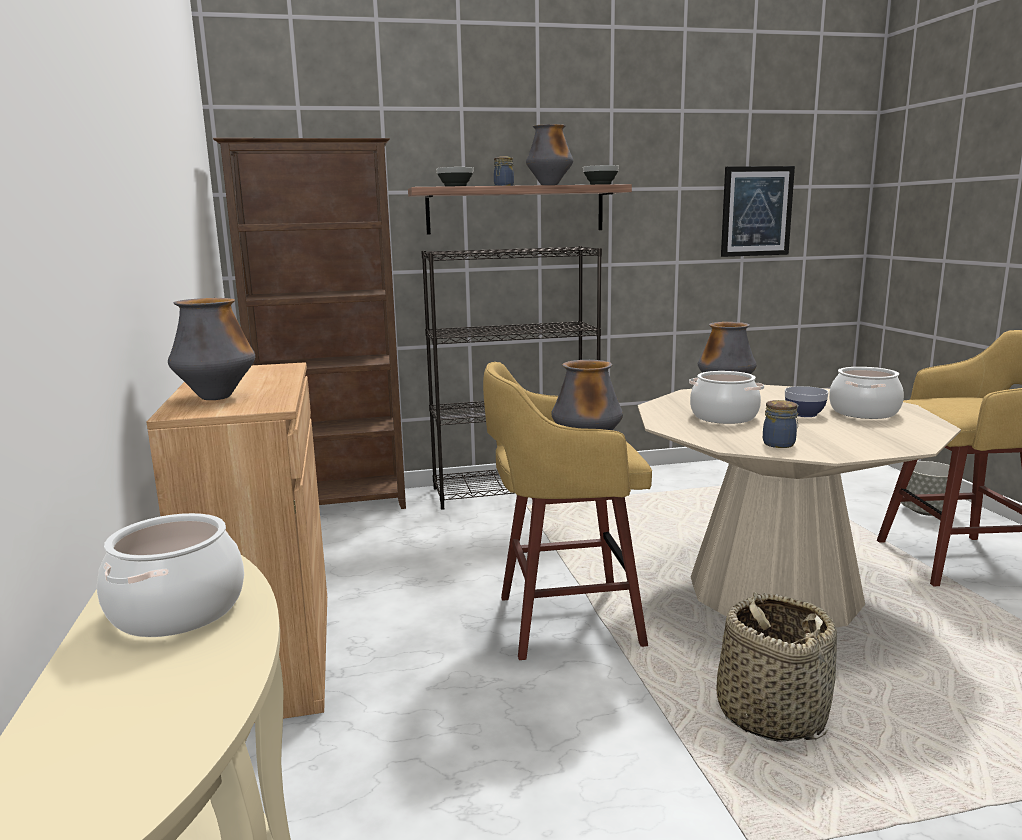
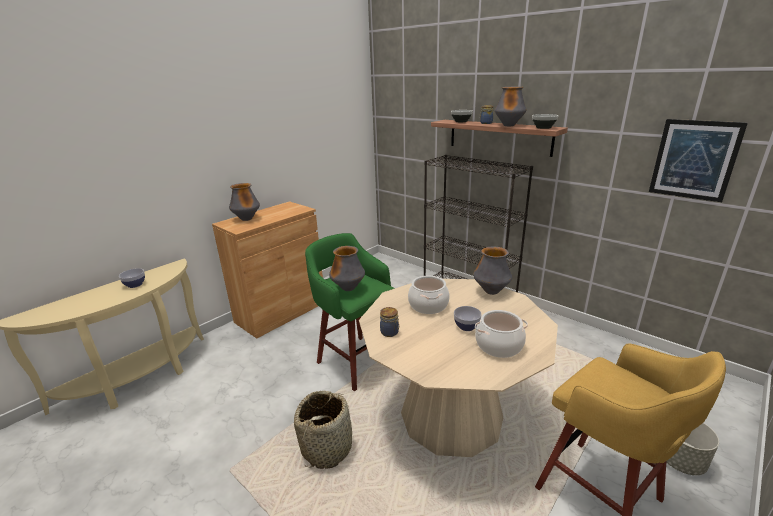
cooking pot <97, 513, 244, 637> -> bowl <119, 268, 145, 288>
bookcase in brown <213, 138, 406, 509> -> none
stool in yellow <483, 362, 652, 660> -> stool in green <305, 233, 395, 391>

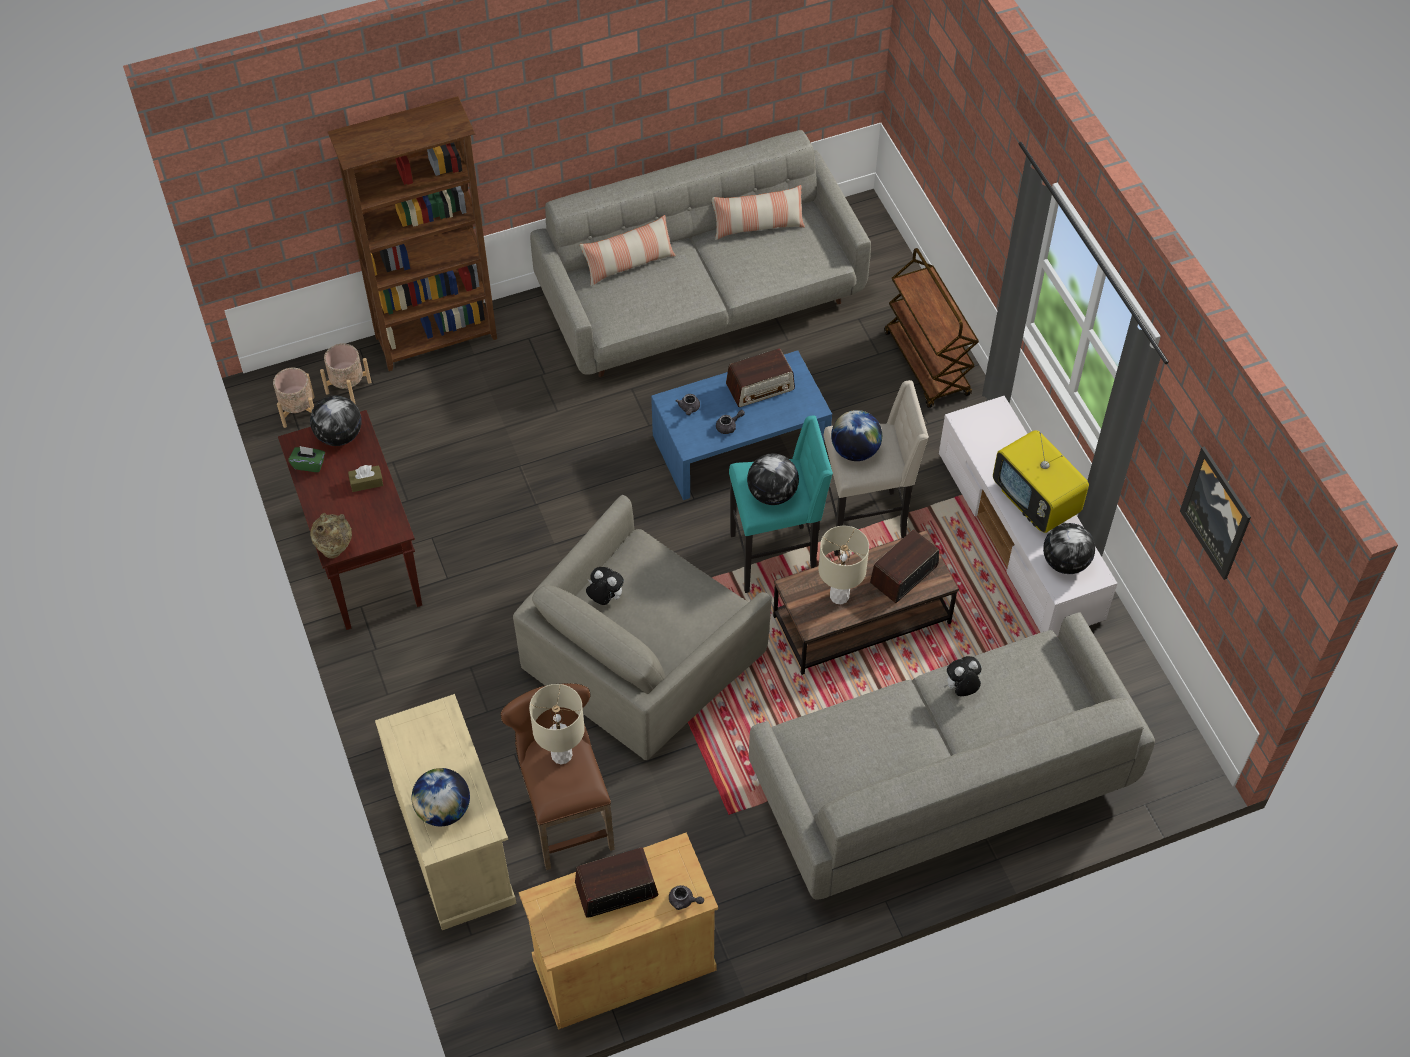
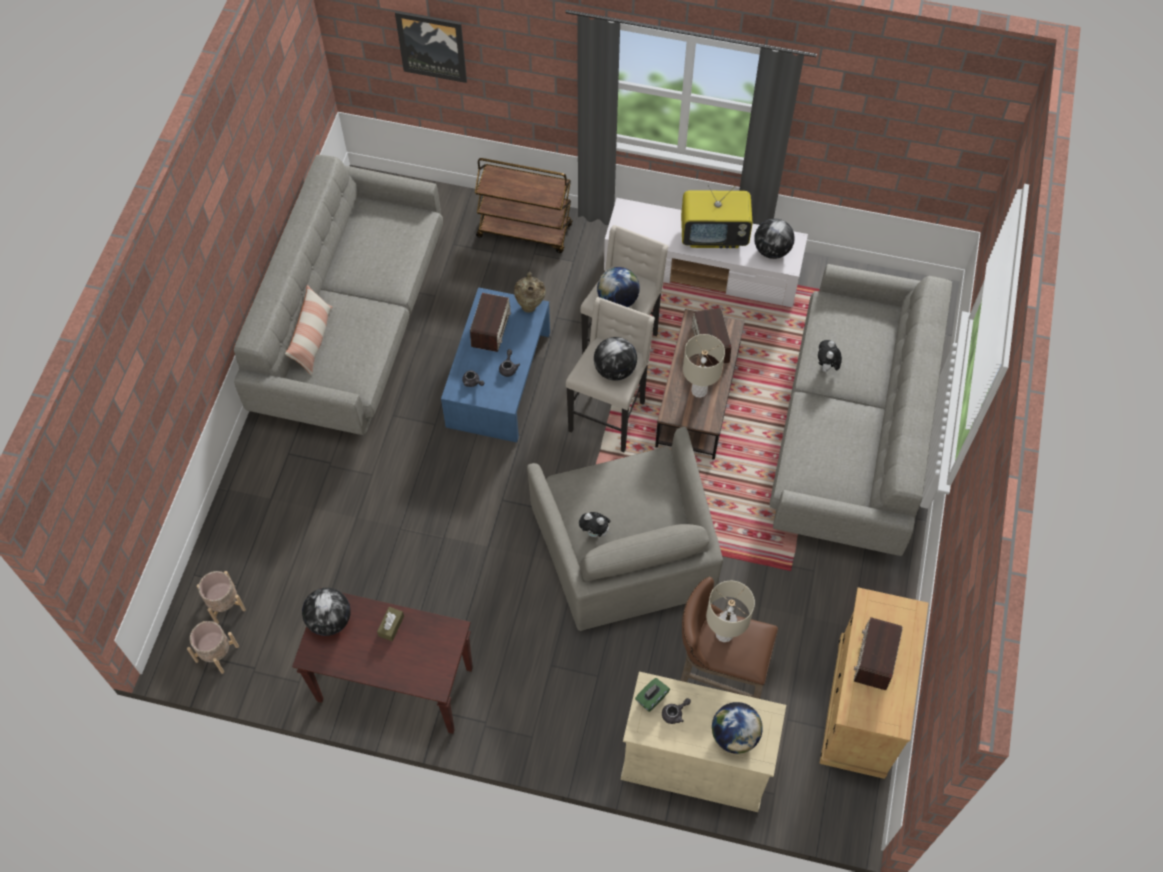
tissue box in green <288, 446, 325, 472> -> tissue box in green <635, 678, 670, 712>, relocated
vase in beige <310, 513, 352, 558> -> vase in beige <514, 272, 546, 313>, relocated
bookcase in brown <328, 96, 497, 371> -> none
plush toy <586, 567, 624, 605> -> plush toy <579, 512, 612, 538>, 135 degrees counterclockwise
teapot in grey <669, 885, 704, 910> -> teapot in grey <662, 698, 691, 724>, relocated
pillow <712, 185, 805, 240> -> none
stool in turquoise <729, 415, 833, 593> -> stool in beige <566, 297, 655, 452>
picture <1180, 447, 1251, 580> -> picture <395, 11, 467, 83>, relocated

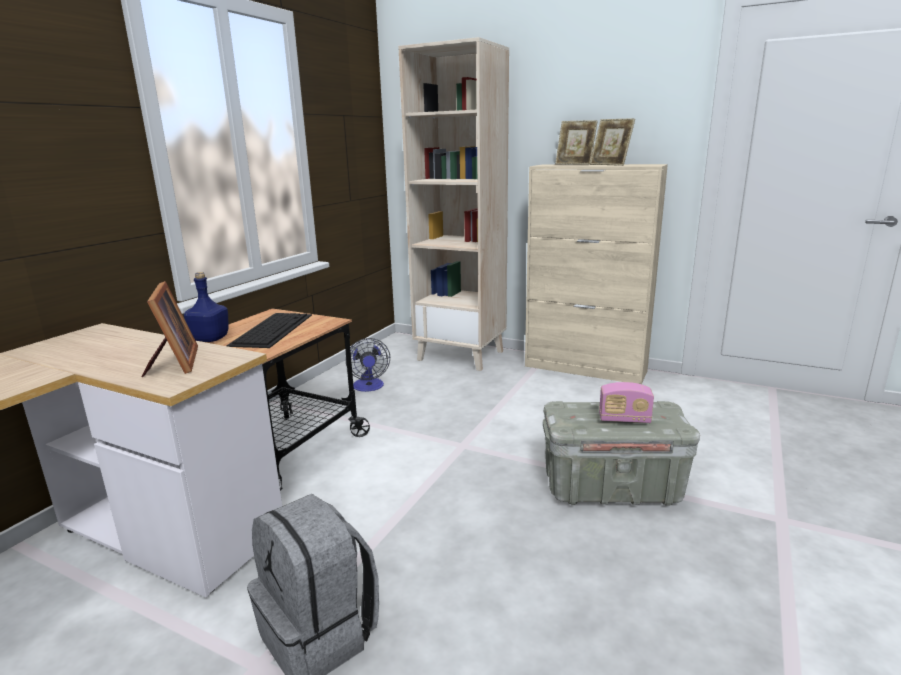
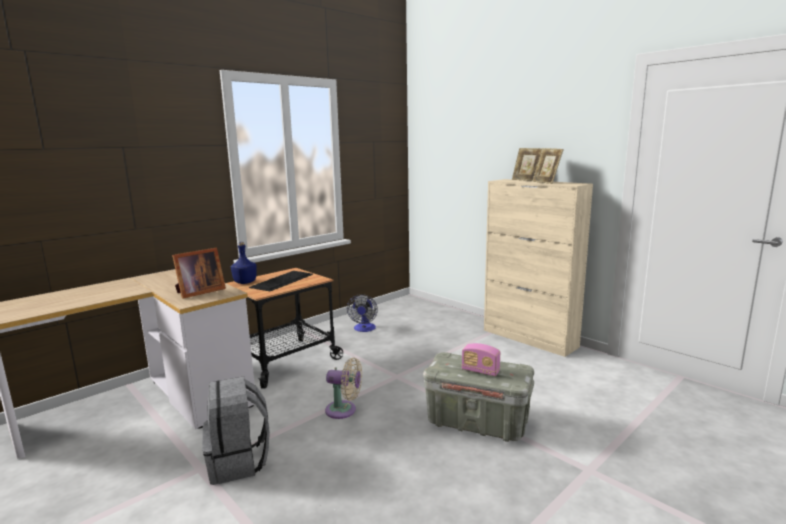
picture frame <141, 281, 198, 378> -> picture frame <172, 248, 226, 299>, 45 degrees clockwise
bookcase in beige <398, 37, 509, 371> -> none
none -> fan in beige <325, 358, 362, 419>

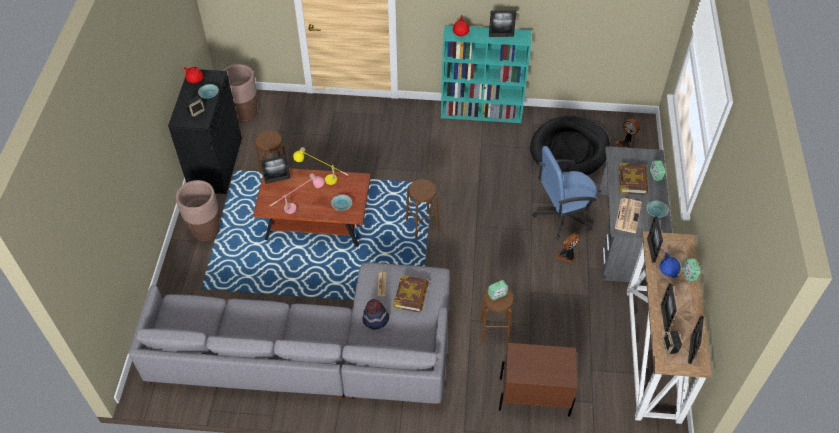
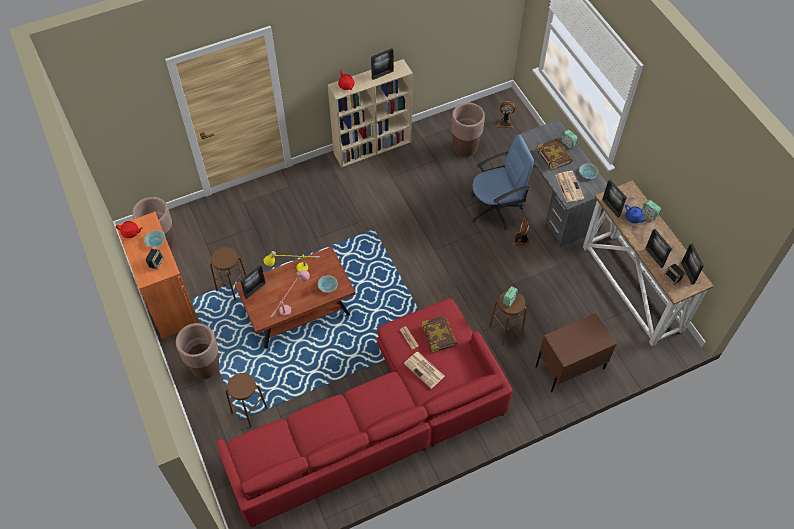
sofa in grey <128, 262, 450, 407> -> sofa in red <216, 298, 513, 528>
cabinet in black <168, 69, 242, 194> -> cabinet in orange <117, 212, 198, 339>
hat <362, 299, 389, 329> -> newspaper <404, 352, 445, 389>
stool in brown <406, 179, 439, 238> -> stool in brown <225, 373, 268, 428>, relocated
bookcase in turquoise <441, 25, 531, 123> -> bookcase in beige <328, 59, 413, 167>
dog bed in black <530, 116, 610, 176> -> planter in brown <451, 103, 485, 157>
office chair in blue <533, 146, 597, 240> -> office chair in blue <471, 135, 534, 230>, 150 degrees counterclockwise

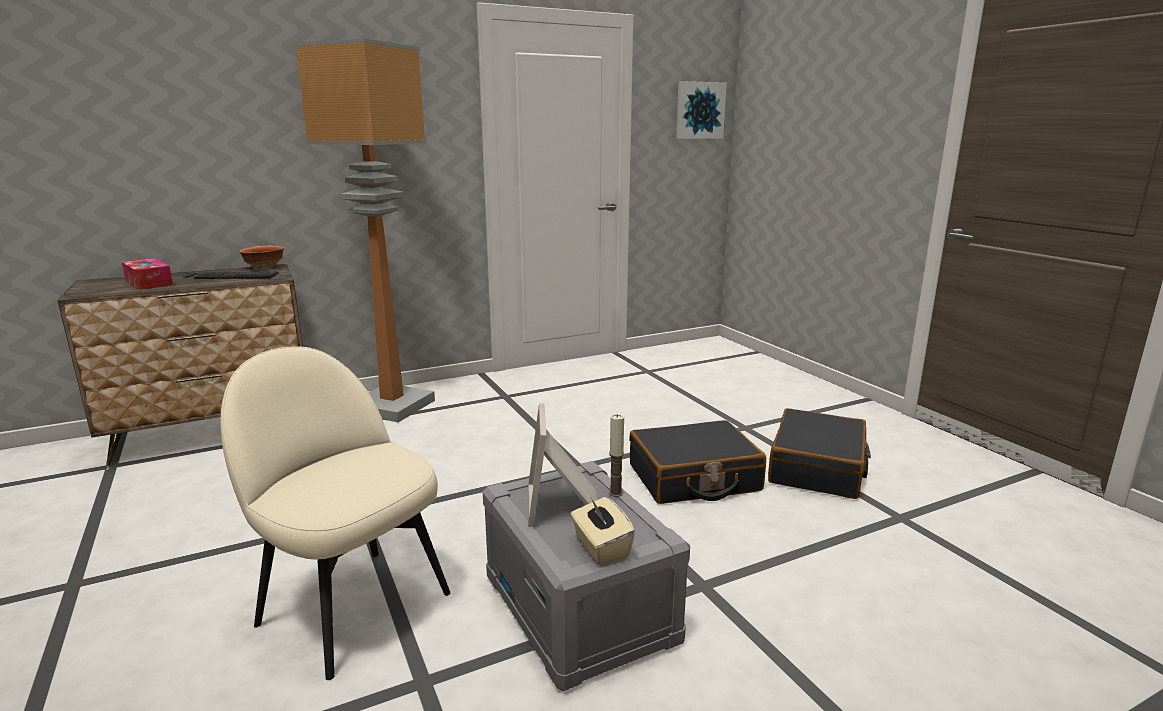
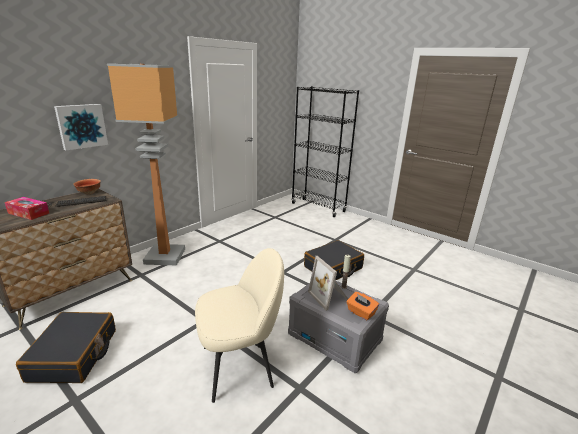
chair in beige <220, 346, 450, 680> -> chair in beige <195, 248, 284, 403>, 150 degrees clockwise
tissue box in beige <571, 496, 635, 565> -> tissue box in orange <347, 292, 379, 320>
picture <676, 81, 727, 139> -> picture <54, 104, 108, 150>, relocated
suitcase in black <768, 408, 871, 499> -> suitcase in black <16, 312, 116, 383>, relocated
none -> bookcase in black <291, 86, 359, 217>

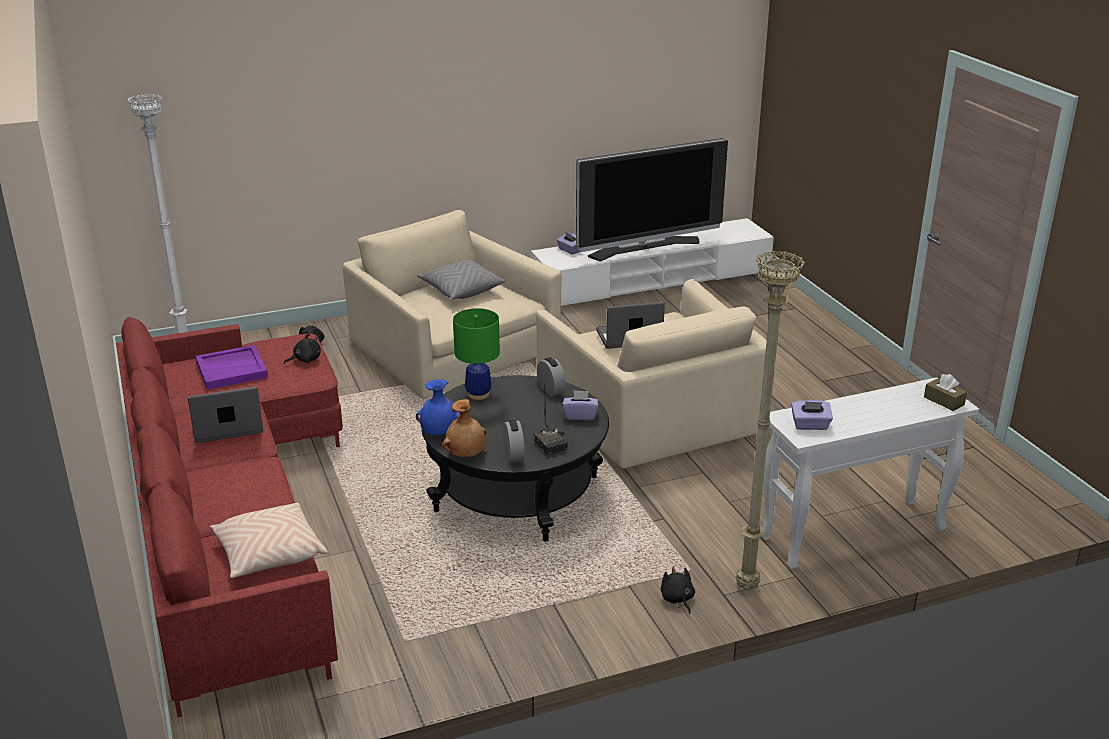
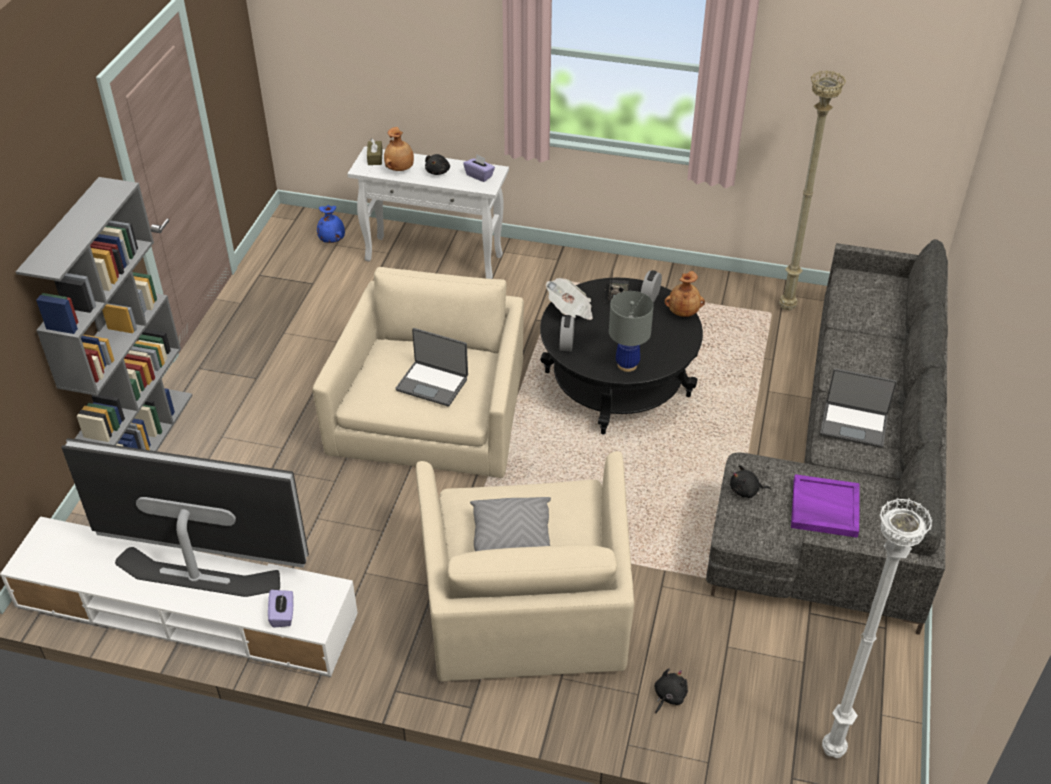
sofa in red <116, 317, 343, 717> -> sofa in grey <706, 239, 948, 635>
pillow in beige <210, 503, 328, 578> -> none
vase in blue <416, 379, 460, 435> -> vase in blue <317, 205, 345, 243>, relocated
table lamp in green <453, 308, 500, 400> -> table lamp in grey <609, 291, 654, 372>
tissue box in purple <563, 390, 598, 420> -> newspaper <546, 278, 593, 320>
plush toy in black <661, 567, 695, 614> -> plush toy in black <425, 154, 450, 175>, relocated
floor lamp in beige <736, 250, 805, 590> -> floor lamp in beige <779, 71, 846, 310>, relocated
none -> bookcase in grey <16, 177, 193, 451>
none -> vase in brown <384, 127, 414, 171>

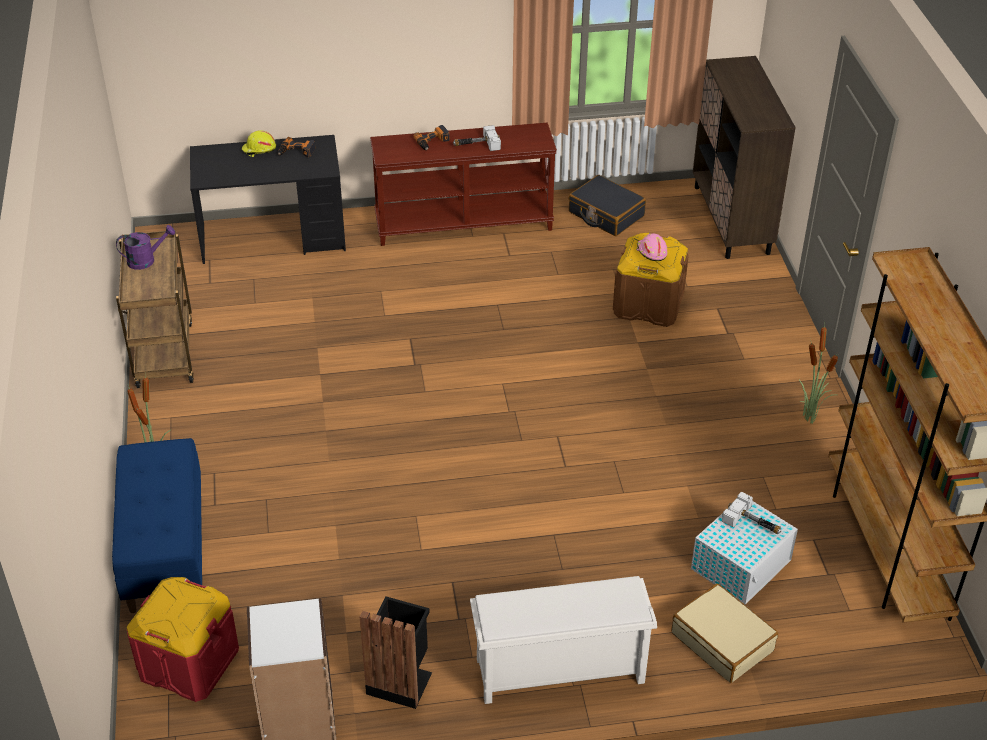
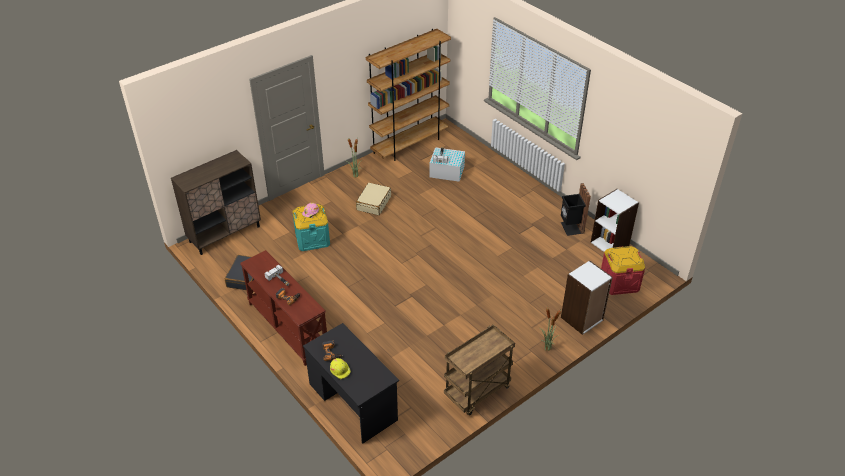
bench in blue <112, 438, 202, 613> -> bookcase in white <561, 260, 613, 335>
watering can in purple <116, 225, 175, 270> -> none
shoe rack in white <470, 576, 657, 704> -> none
storage box in brown <613, 233, 689, 327> -> storage box in turquoise <292, 204, 330, 251>
suitcase in beige <671, 583, 778, 683> -> suitcase in beige <356, 183, 391, 215>, relocated

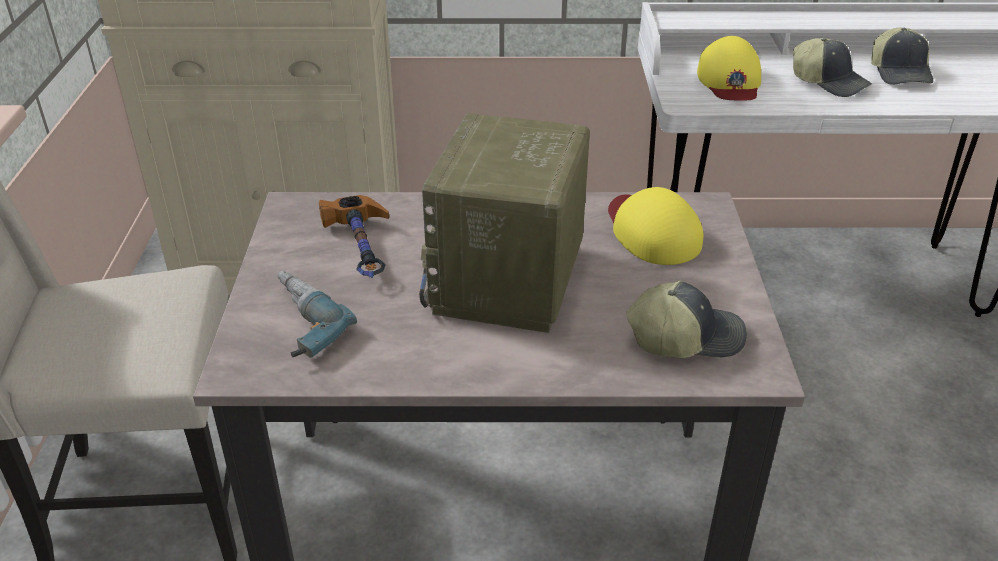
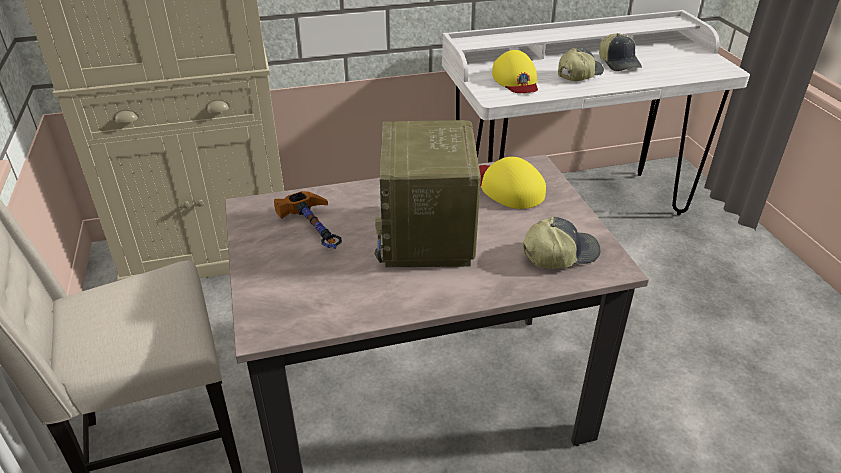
power drill <278, 271, 357, 358> -> none
cap <793, 38, 872, 97> -> cap <558, 48, 604, 81>, 75 degrees counterclockwise

